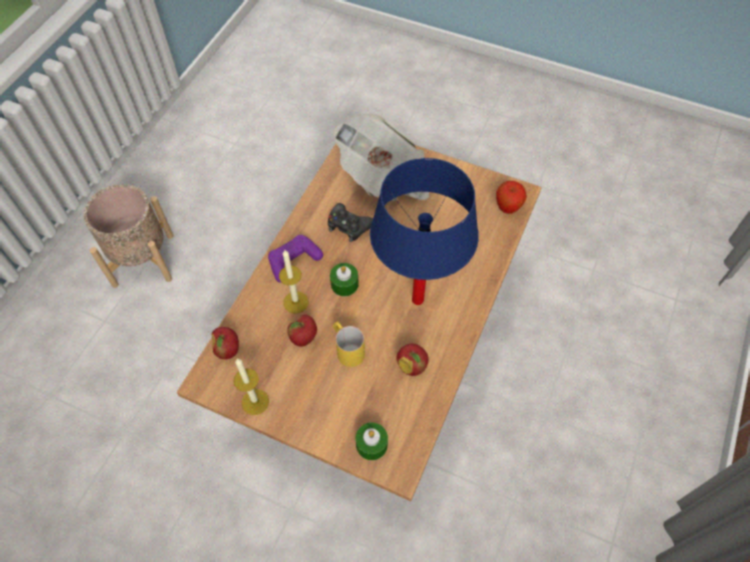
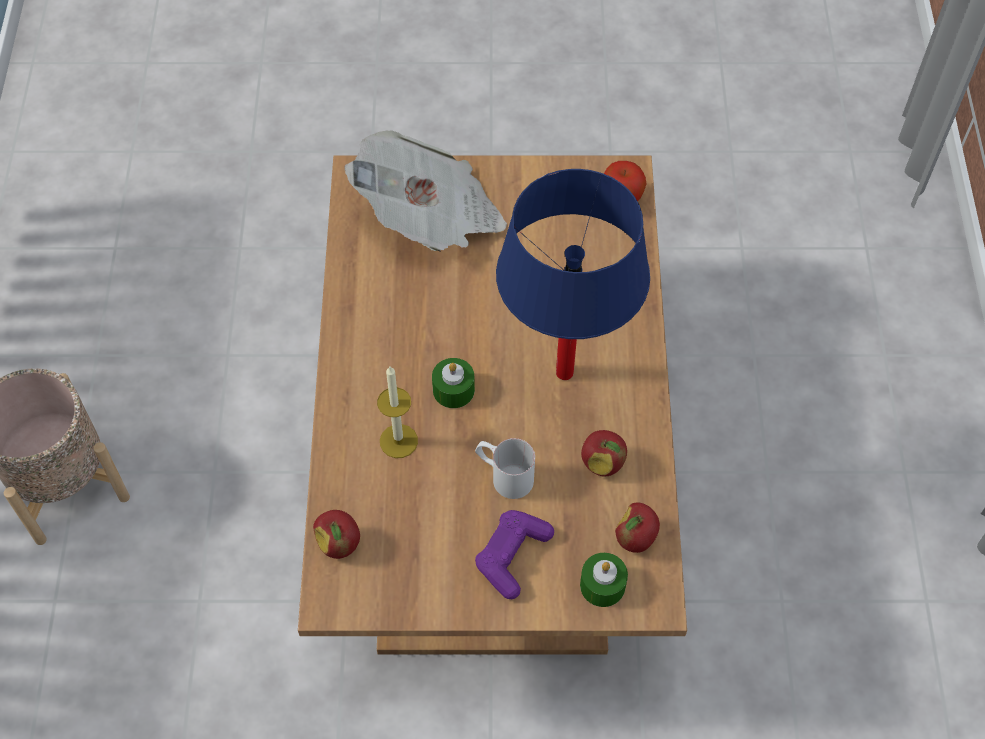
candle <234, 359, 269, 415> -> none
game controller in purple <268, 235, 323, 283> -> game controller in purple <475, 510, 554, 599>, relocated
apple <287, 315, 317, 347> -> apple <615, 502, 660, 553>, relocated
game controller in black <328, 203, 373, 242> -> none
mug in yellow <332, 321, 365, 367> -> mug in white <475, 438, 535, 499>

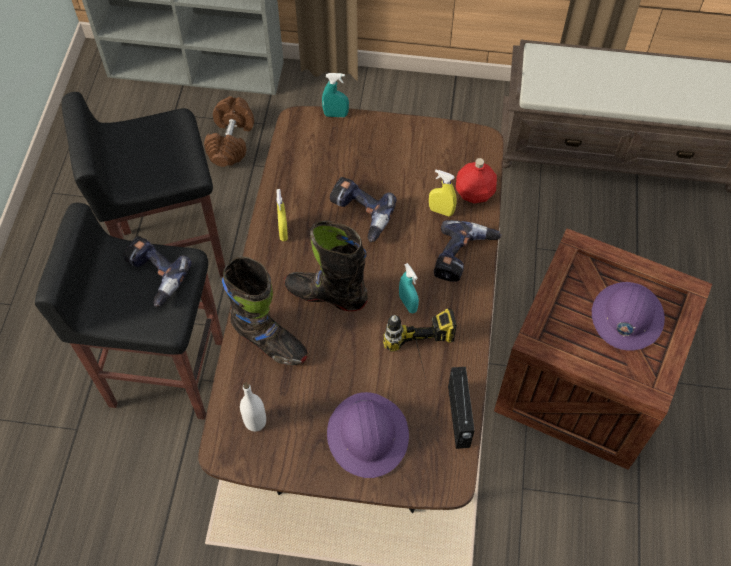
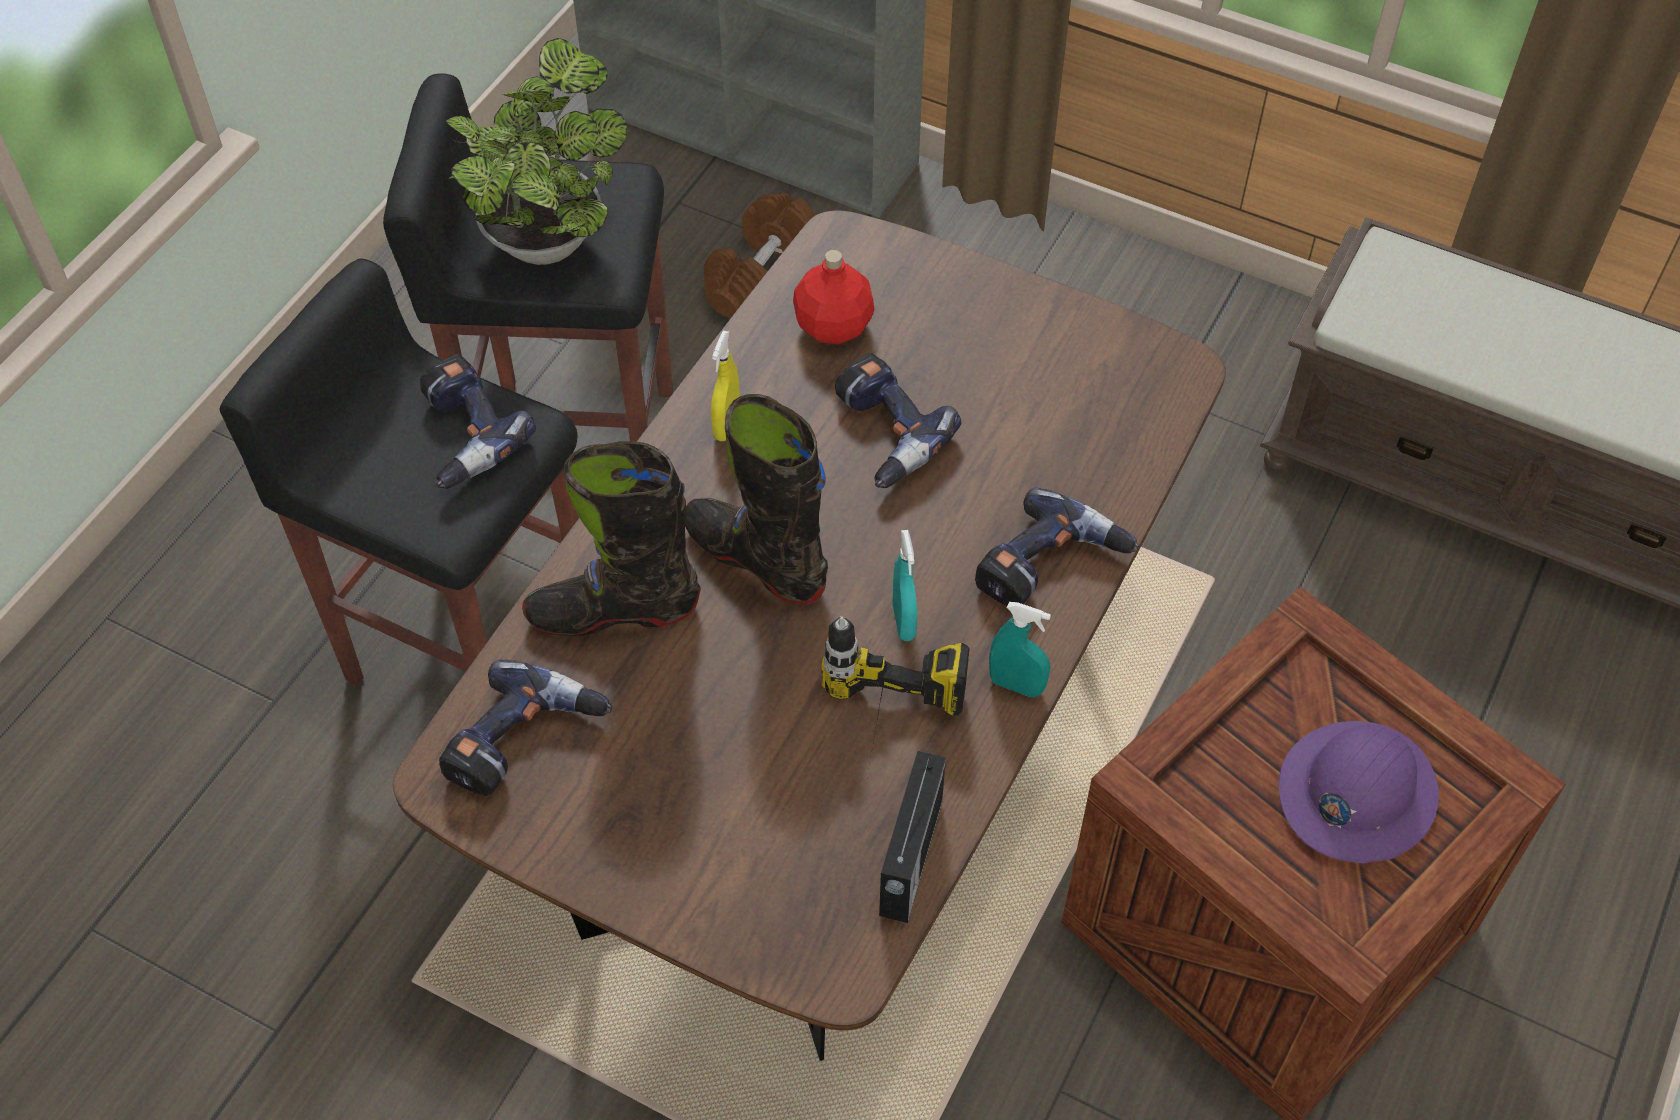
boot in black <222, 256, 308, 365> -> boot in black <522, 441, 701, 636>, 120 degrees clockwise
bottle in white <240, 383, 266, 432> -> power drill <439, 659, 612, 796>
spray bottle in turquoise <322, 73, 349, 117> -> spray bottle in turquoise <989, 602, 1051, 698>, relocated
hard hat in purple <327, 392, 409, 478> -> none
spray bottle in yellow <429, 170, 457, 216> -> none
bottle in red <456, 158, 497, 204> -> bottle in red <793, 250, 875, 344>, relocated
none -> potted plant <446, 38, 627, 265>

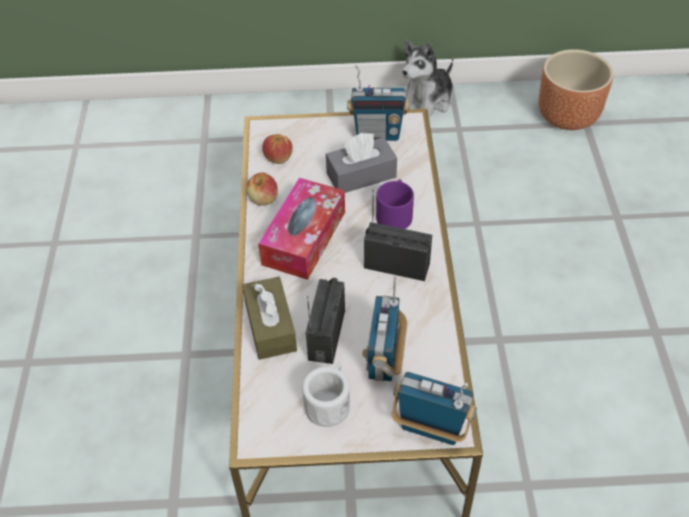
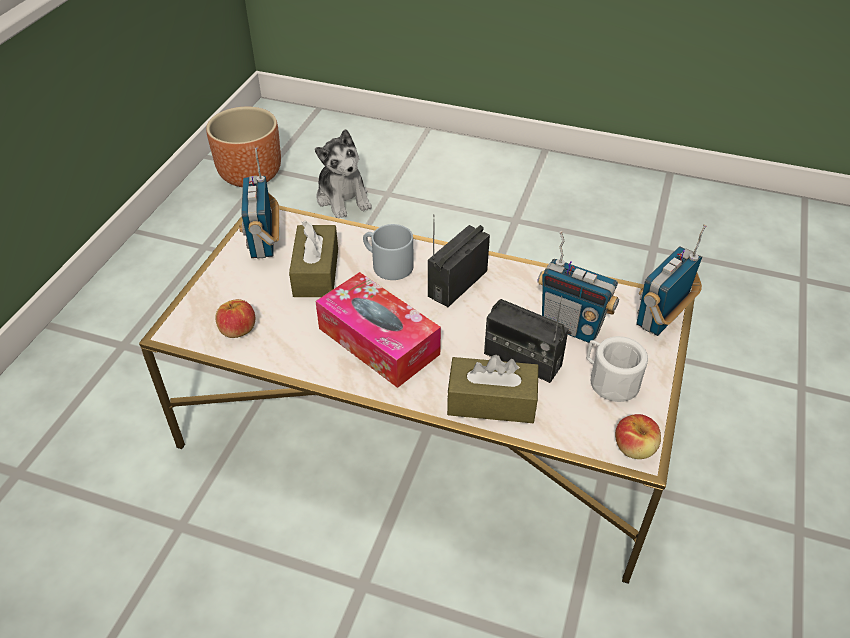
apple <246, 173, 278, 205> -> apple <615, 414, 661, 459>, relocated
tissue box in grey <326, 133, 397, 193> -> tissue box in brown <289, 220, 338, 297>
radio <347, 65, 410, 141> -> radio <239, 148, 279, 258>, 150 degrees clockwise
mug in purple <376, 180, 414, 229> -> mug in grey <363, 224, 414, 280>
plush toy <402, 40, 454, 117> -> plush toy <315, 129, 372, 219>, relocated

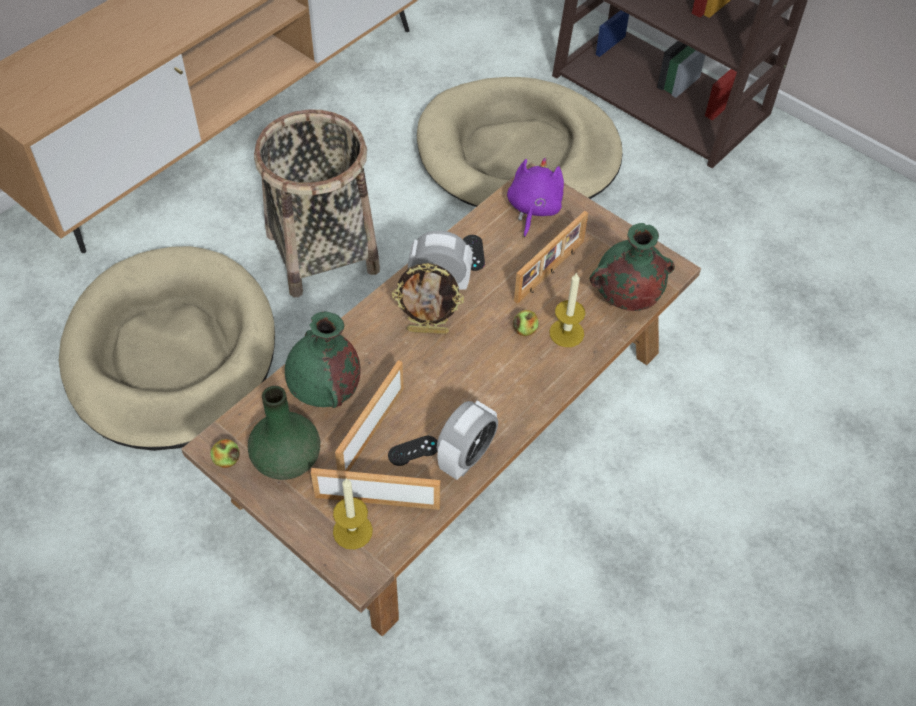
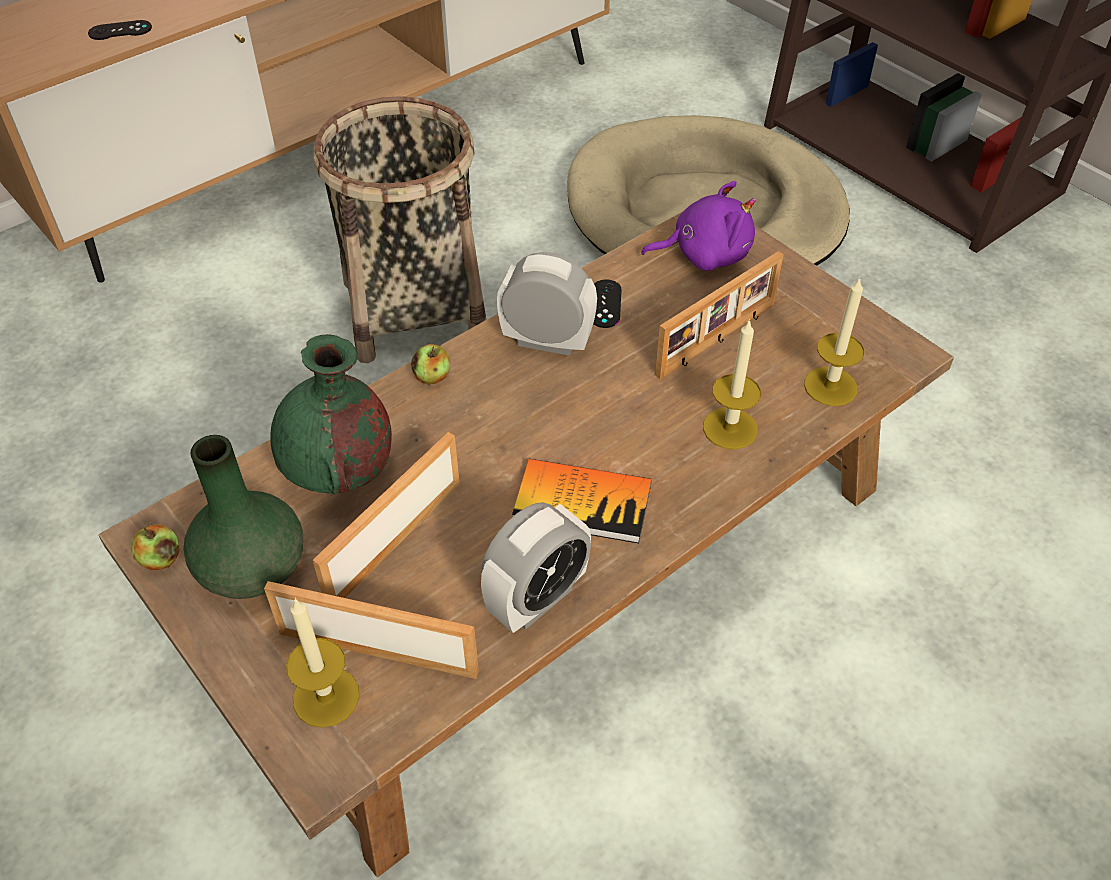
dog bed in beige <59, 246, 275, 451> -> none
game controller in black <388, 436, 438, 466> -> game controller in black <88, 20, 152, 40>, relocated
picture frame <392, 263, 464, 334> -> none
plush toy in purple <507, 157, 564, 237> -> plush toy in purple <641, 181, 756, 271>, 60 degrees clockwise
apple <513, 310, 539, 336> -> apple <411, 344, 450, 384>, relocated
vase in green <590, 223, 675, 311> -> candle <804, 277, 864, 406>
none -> book <512, 459, 652, 543>

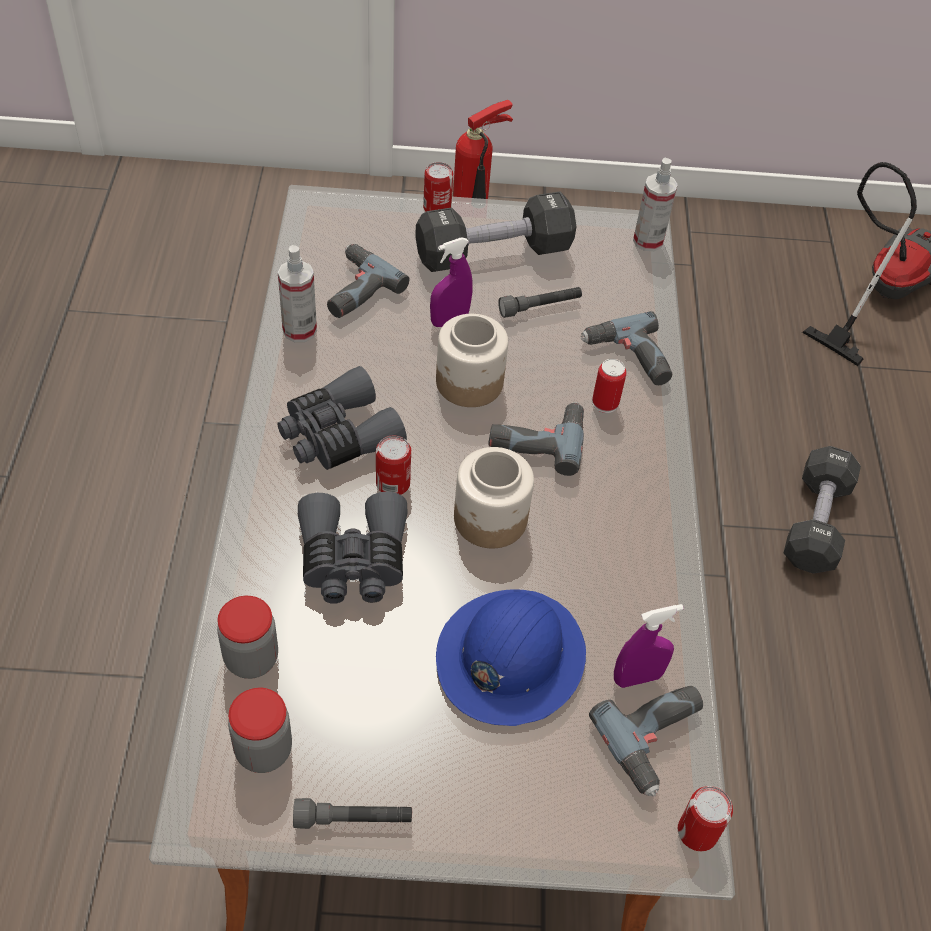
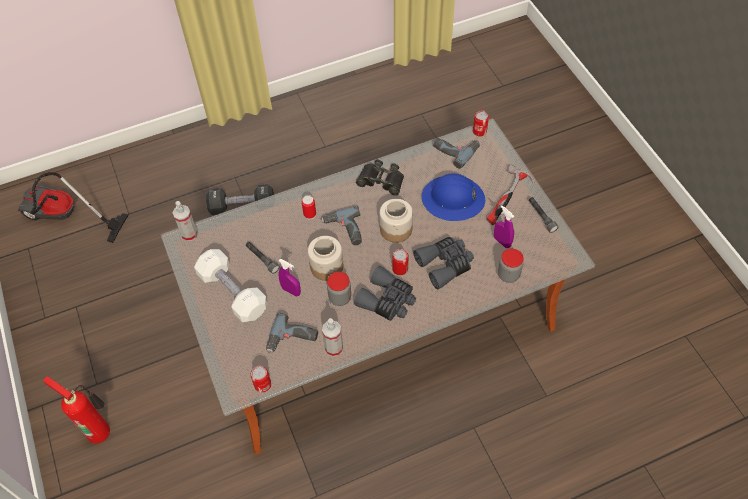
jar <228, 688, 292, 773> -> jar <327, 272, 351, 306>, relocated
dumbbell in black <415, 191, 577, 272> -> dumbbell in white <194, 249, 268, 322>
can <423, 162, 453, 212> -> can <250, 366, 271, 393>, relocated
power drill <581, 311, 672, 385> -> none
spray bottle in purple <614, 604, 684, 688> -> spray bottle in purple <494, 206, 514, 248>, relocated
none -> binoculars in black <356, 160, 404, 196>
none -> hammer <487, 165, 535, 225>

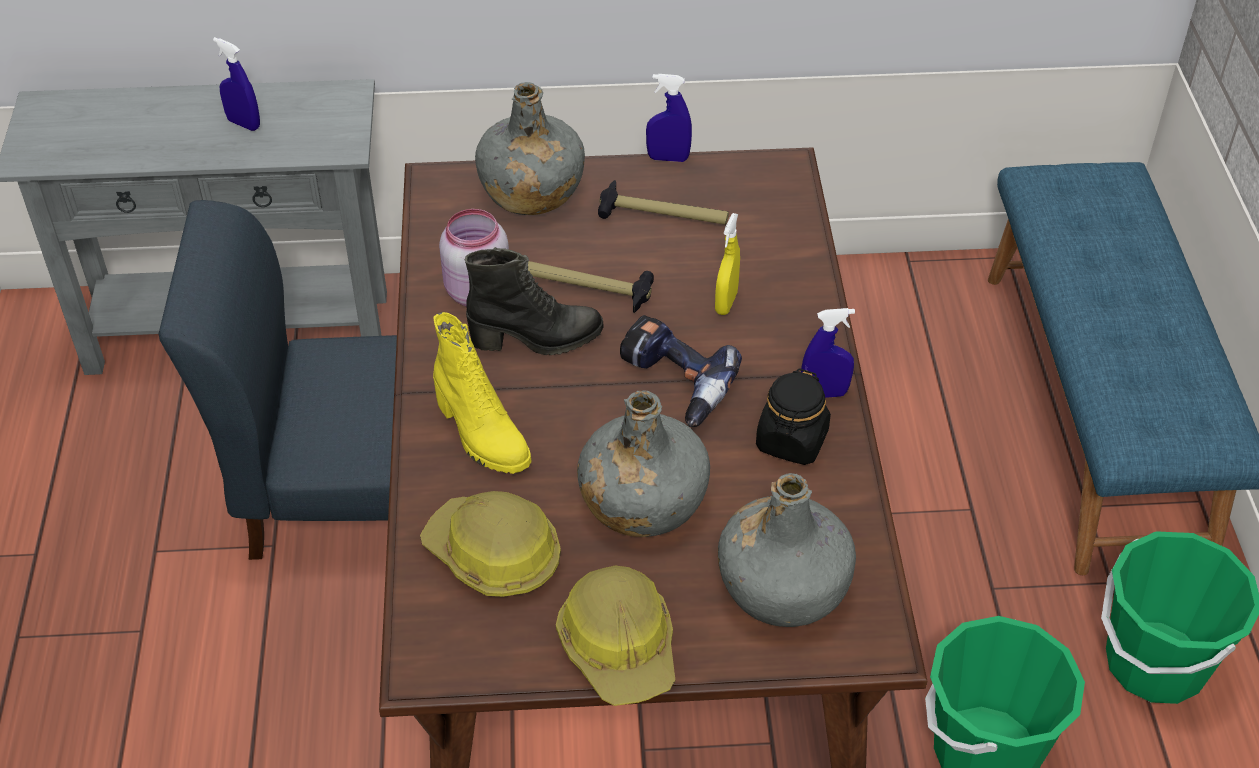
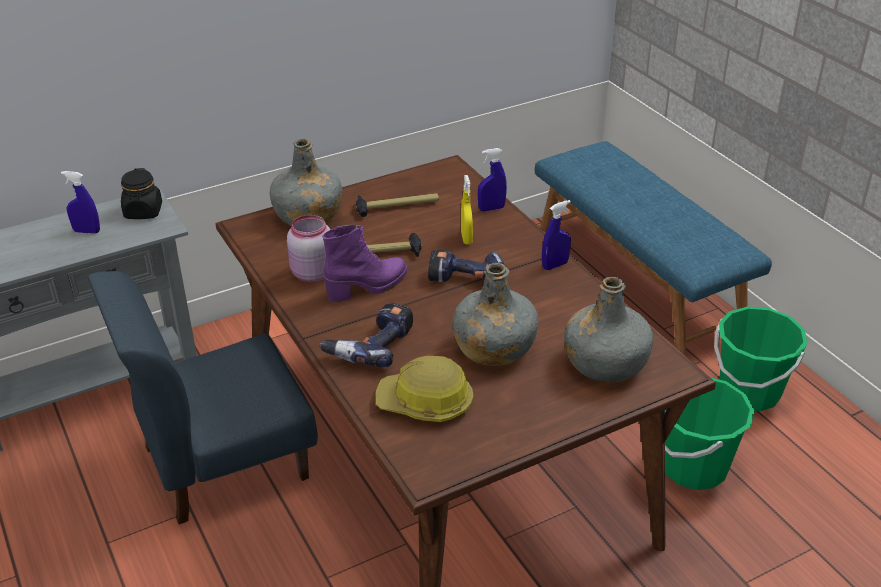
boot in yellow <433, 312, 531, 474> -> power drill <319, 303, 413, 367>
boot in black <465, 247, 603, 355> -> boot in purple <322, 225, 407, 302>
hard hat <556, 565, 675, 706> -> none
spray bottle in blue <646, 74, 692, 162> -> spray bottle in blue <478, 148, 507, 212>, relocated
jar in black <756, 369, 831, 465> -> jar in black <121, 168, 162, 219>, relocated

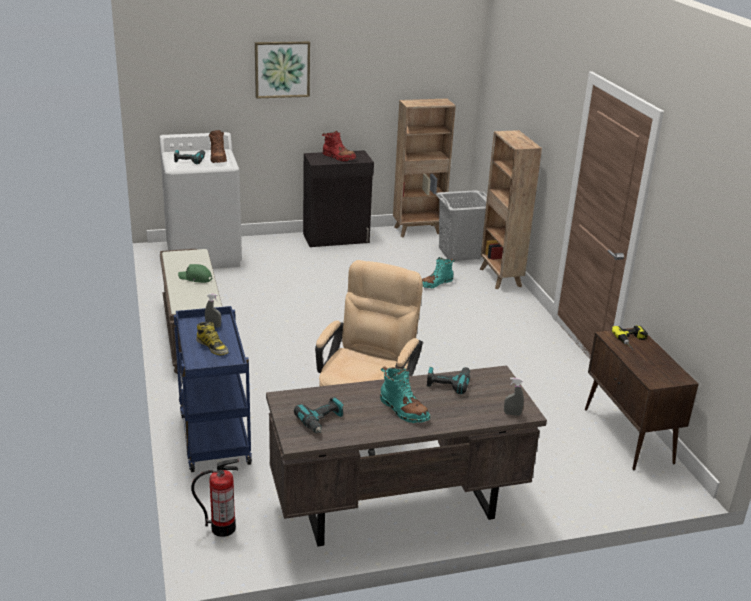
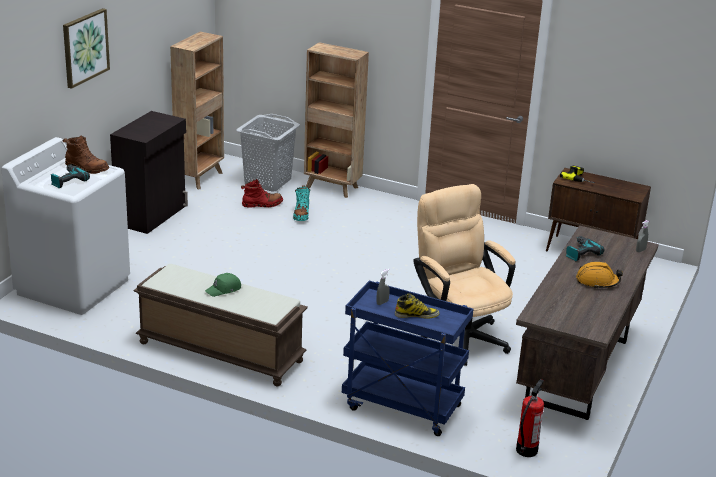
power drill <294, 397, 344, 433> -> none
boot in red <322, 131, 356, 161> -> boot in red <241, 179, 283, 208>, relocated
boot in turquoise <380, 366, 430, 423> -> hard hat in orange <576, 262, 623, 289>

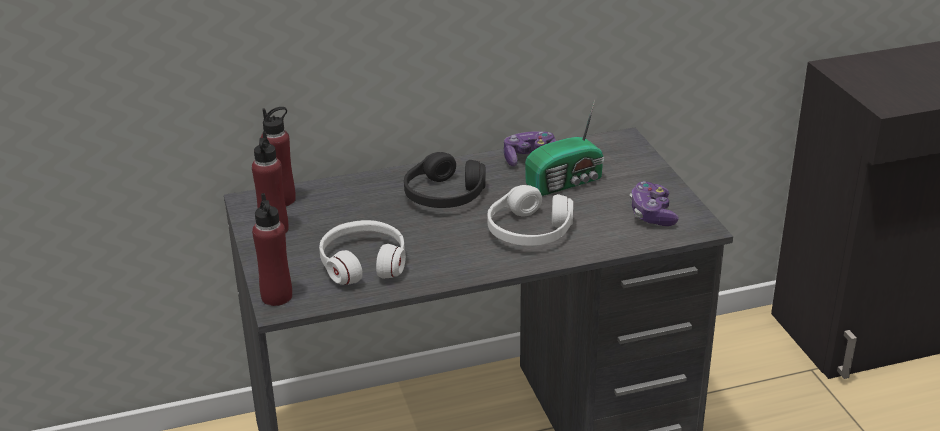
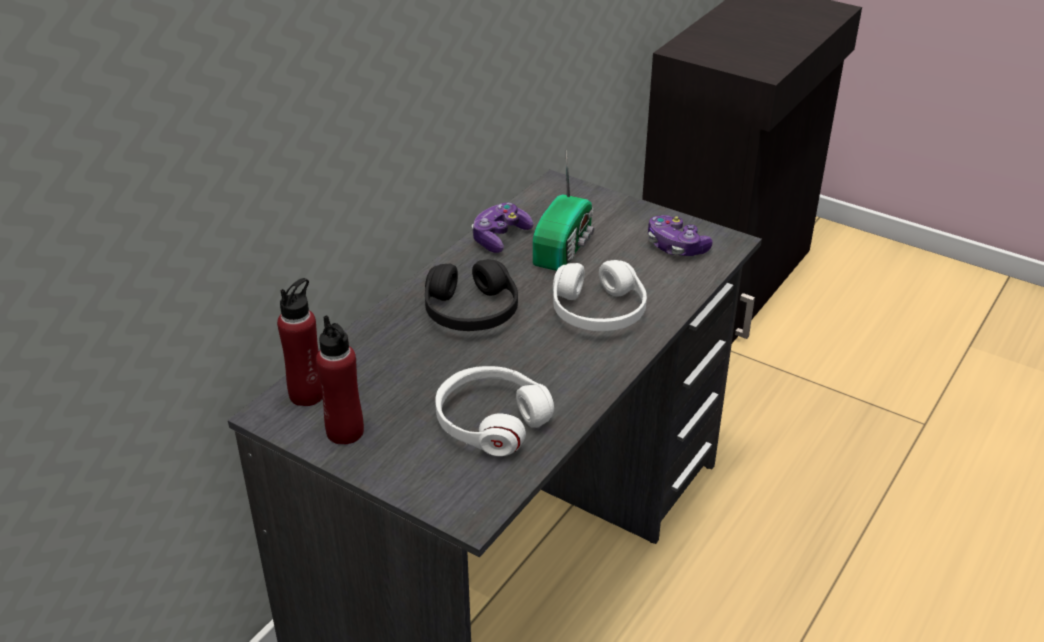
bottle in red <252, 193, 292, 306> -> none

